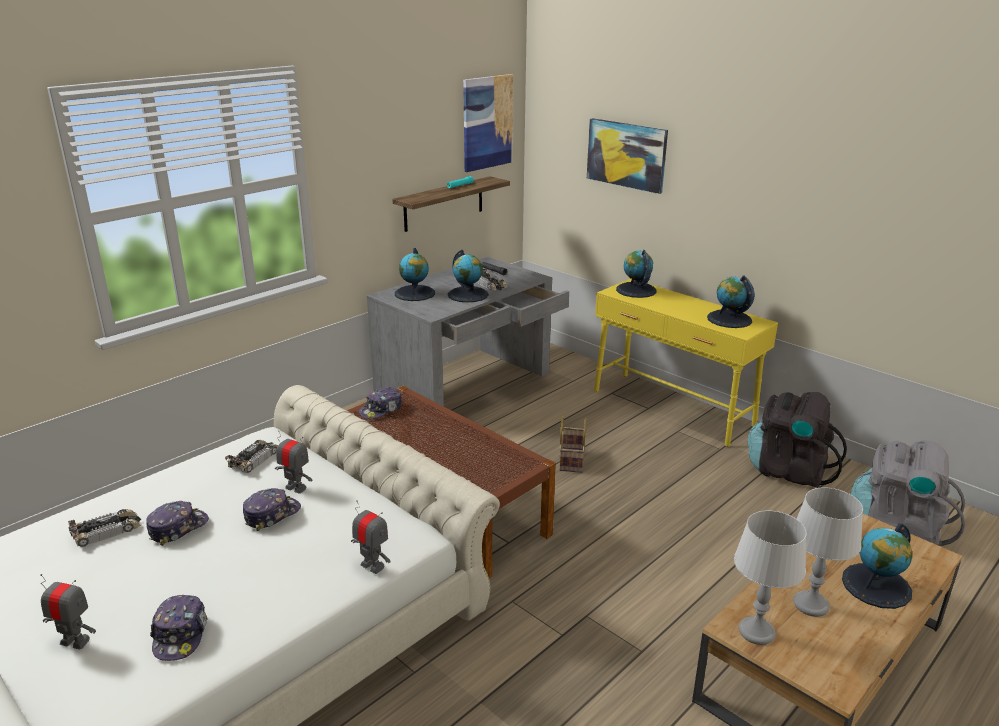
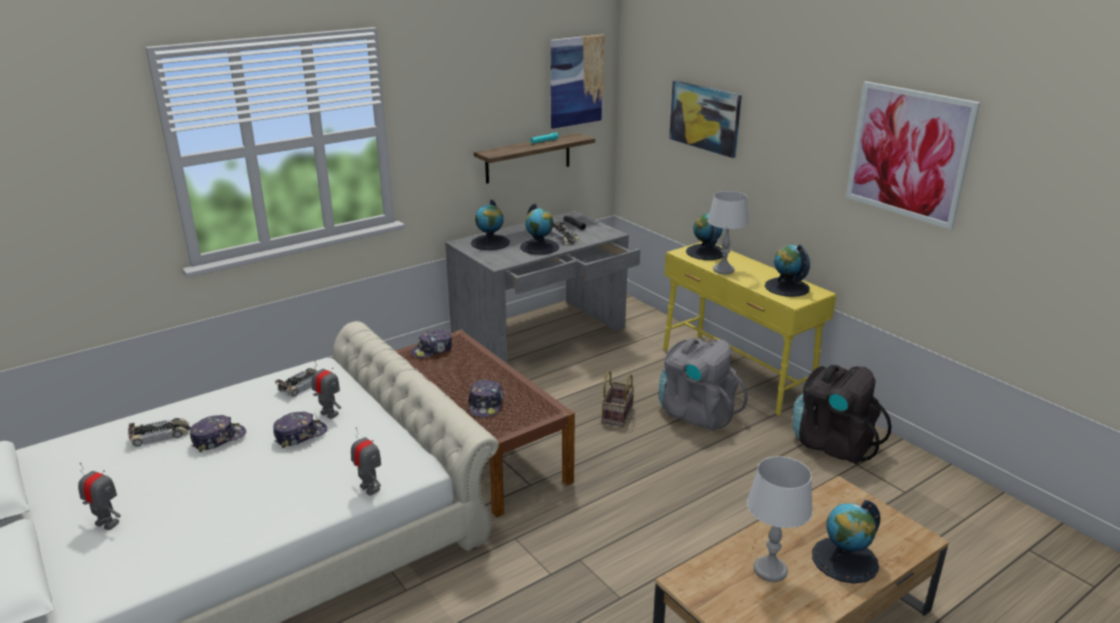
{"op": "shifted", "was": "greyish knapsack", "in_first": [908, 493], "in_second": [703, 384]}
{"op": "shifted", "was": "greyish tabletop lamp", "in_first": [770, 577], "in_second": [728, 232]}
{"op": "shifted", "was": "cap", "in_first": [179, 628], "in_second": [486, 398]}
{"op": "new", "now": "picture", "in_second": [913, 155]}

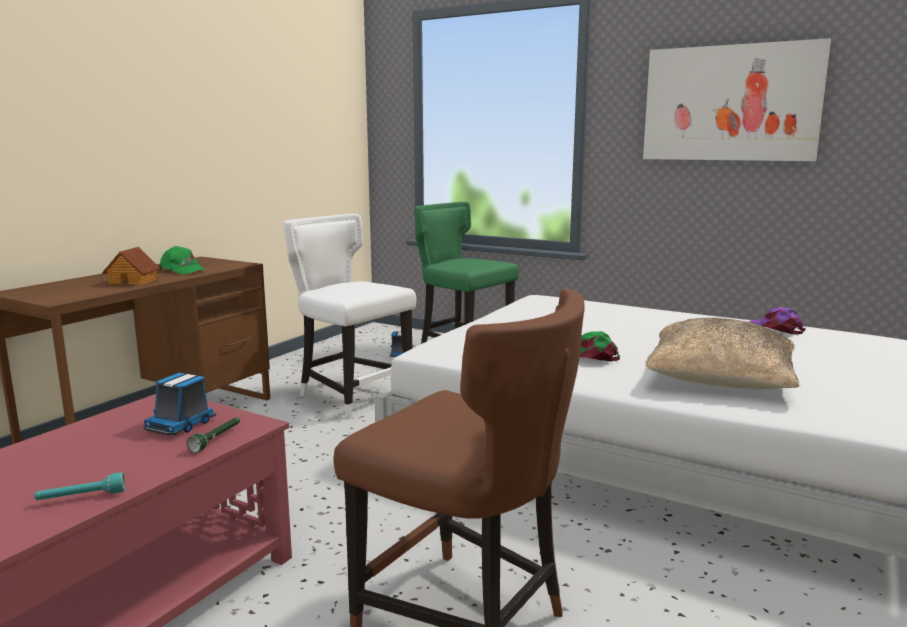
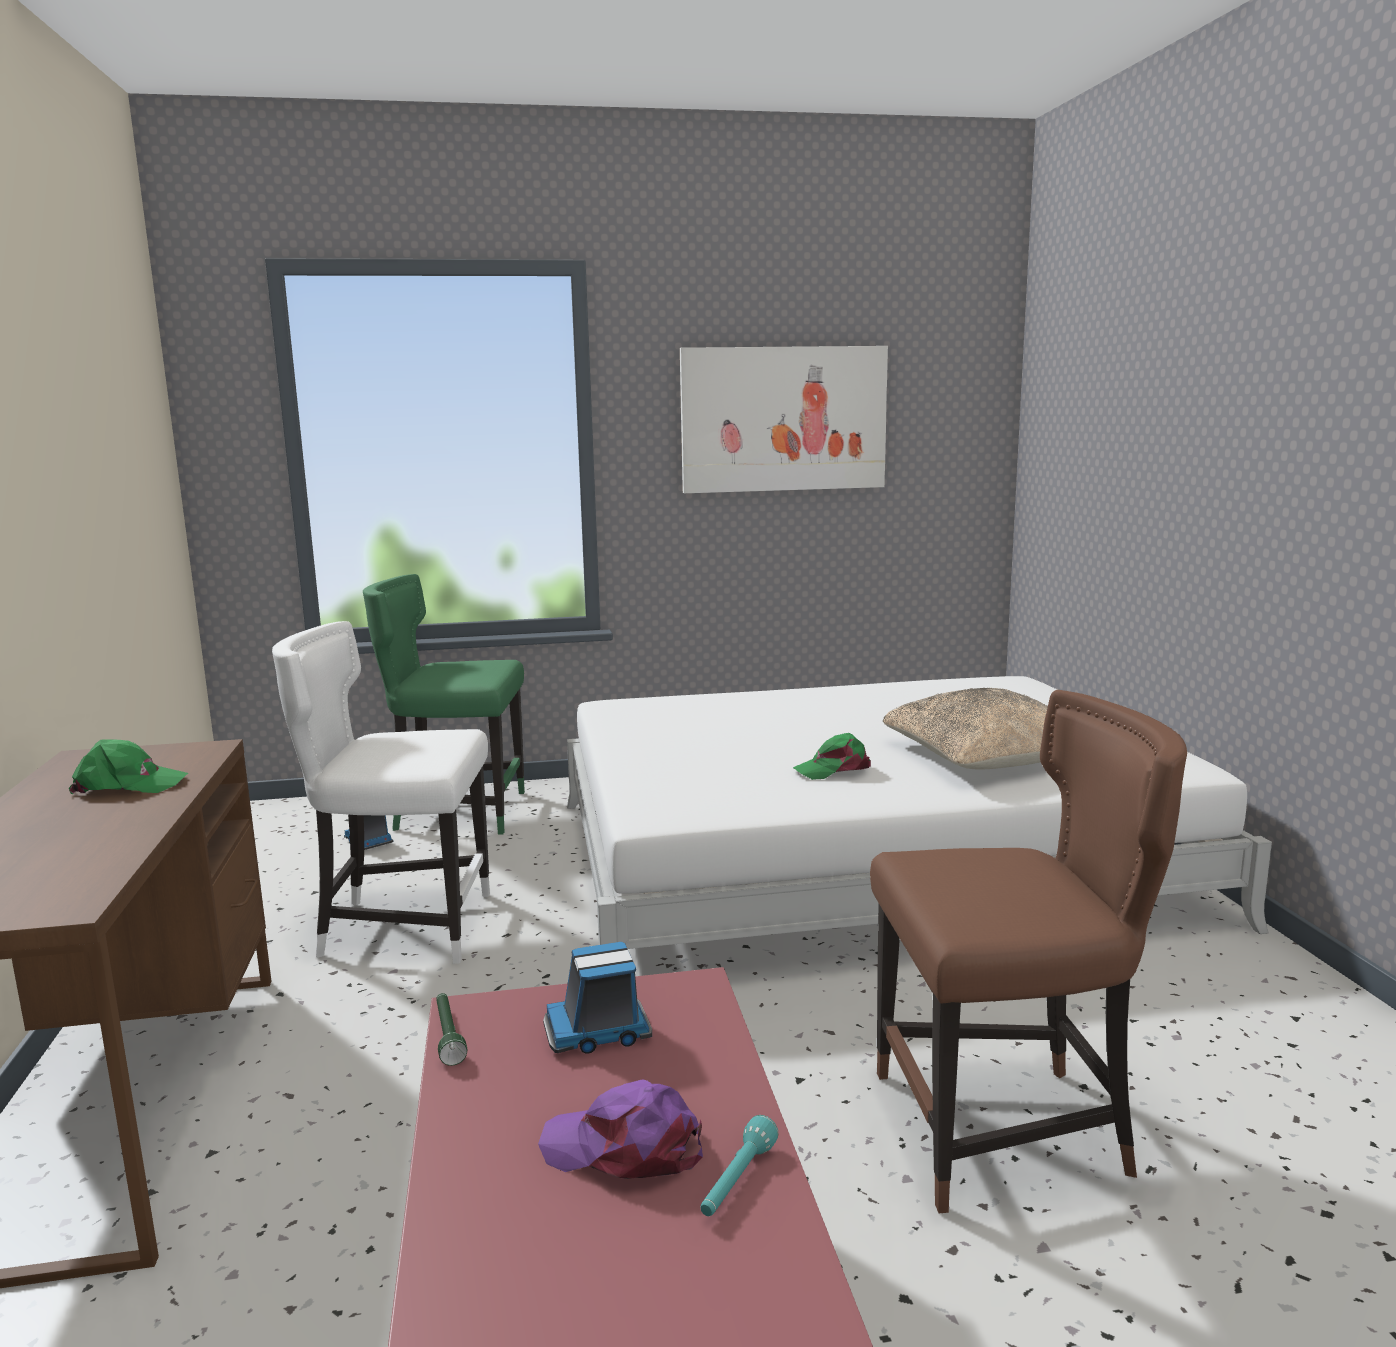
{"op": "gone", "was": "toy house", "in_first": [131, 266]}
{"op": "shifted", "was": "purple cap", "in_first": [777, 321], "in_second": [620, 1129]}
{"op": "rotated", "was": "toy truck", "in_first": [180, 404], "in_second": [597, 998], "clockwise": 90}
{"op": "shifted", "was": "greenish torch", "in_first": [213, 435], "in_second": [451, 1029]}

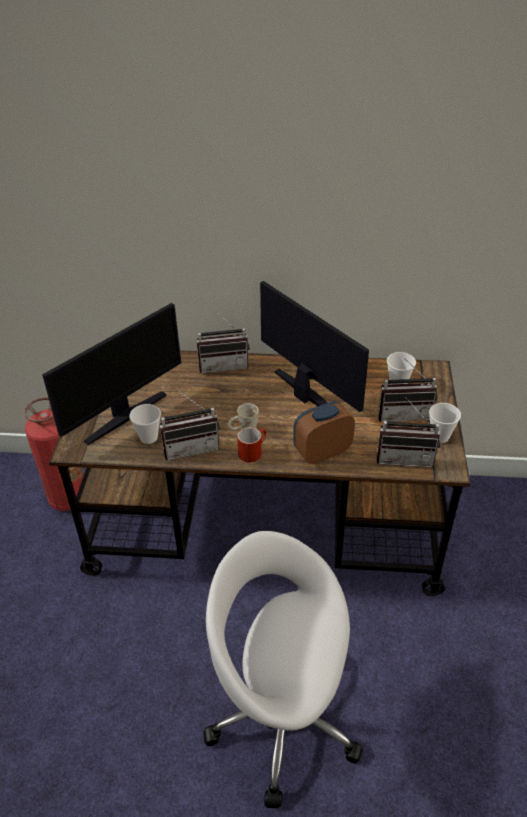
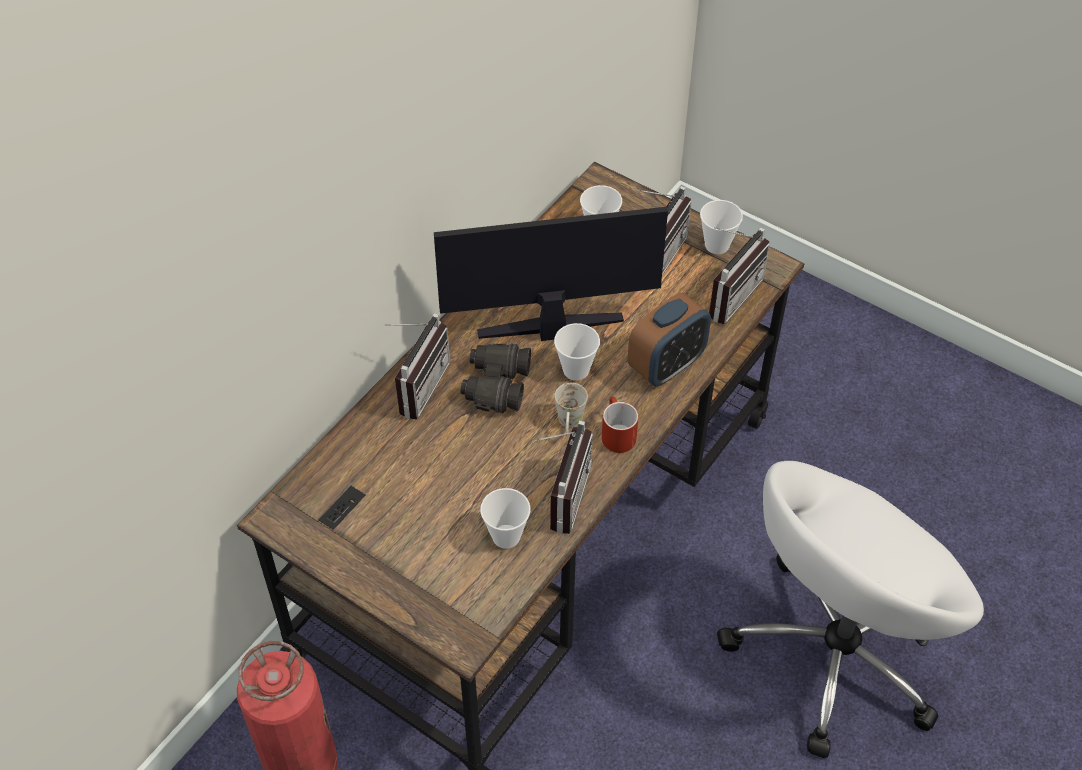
{"op": "gone", "was": "computer screen", "in_first": [111, 374]}
{"op": "rotated", "was": "bedside clock", "in_first": [324, 432], "in_second": [669, 339], "clockwise": -135}
{"op": "new", "now": "cup", "in_second": [577, 352]}
{"op": "new", "now": "blackish field glasses", "in_second": [496, 379]}

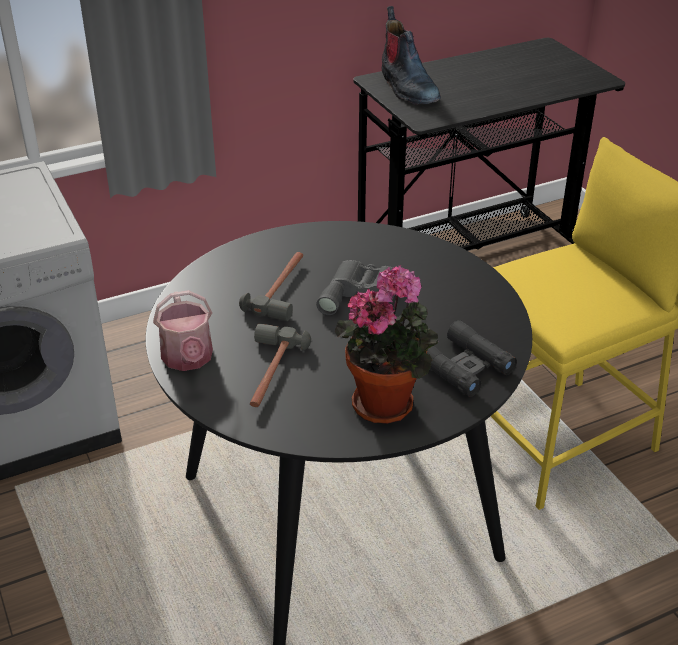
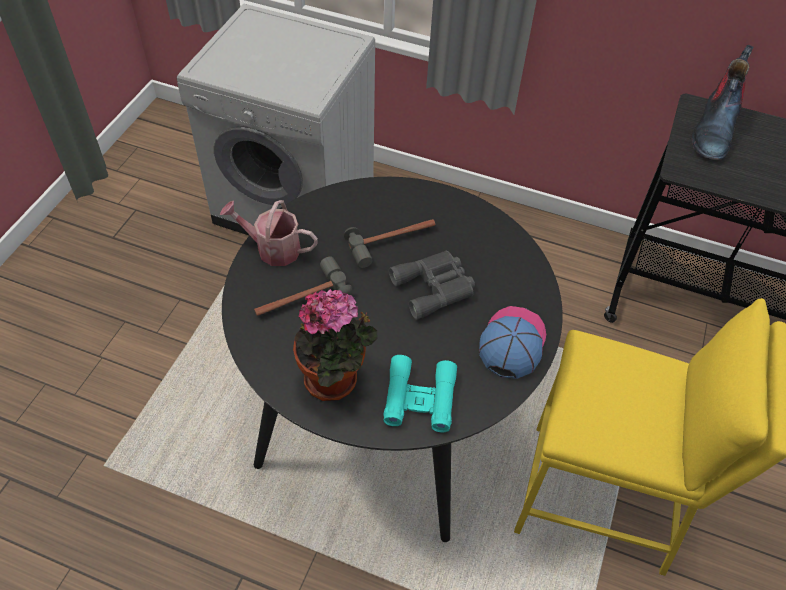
{"op": "rotated", "was": "watering can", "in_first": [183, 330], "in_second": [269, 233], "clockwise": 75}
{"op": "repainted", "was": "blackish field glasses", "now": "turquoise-coloured field glasses", "in_first": [472, 358], "in_second": [420, 393]}
{"op": "new", "now": "cap", "in_second": [512, 342]}

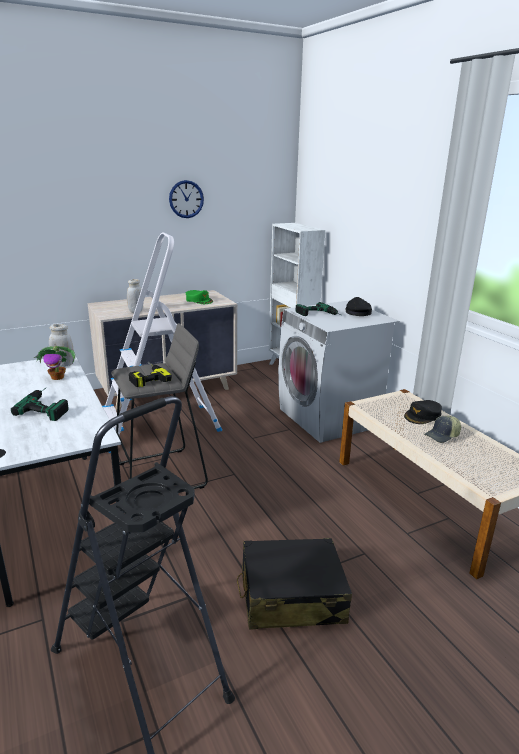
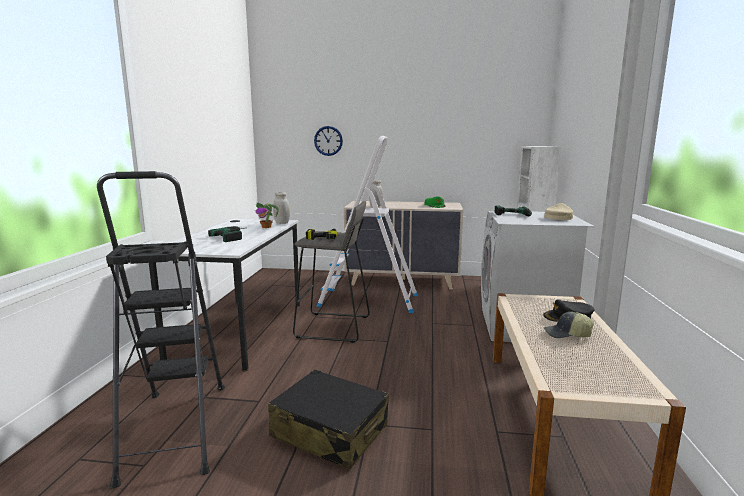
{"op": "shifted", "was": "clock on the wall", "in_first": [186, 199], "in_second": [328, 141]}
{"op": "repainted", "was": "blackish cap", "now": "beige-coloured cap", "in_first": [358, 306], "in_second": [558, 211]}

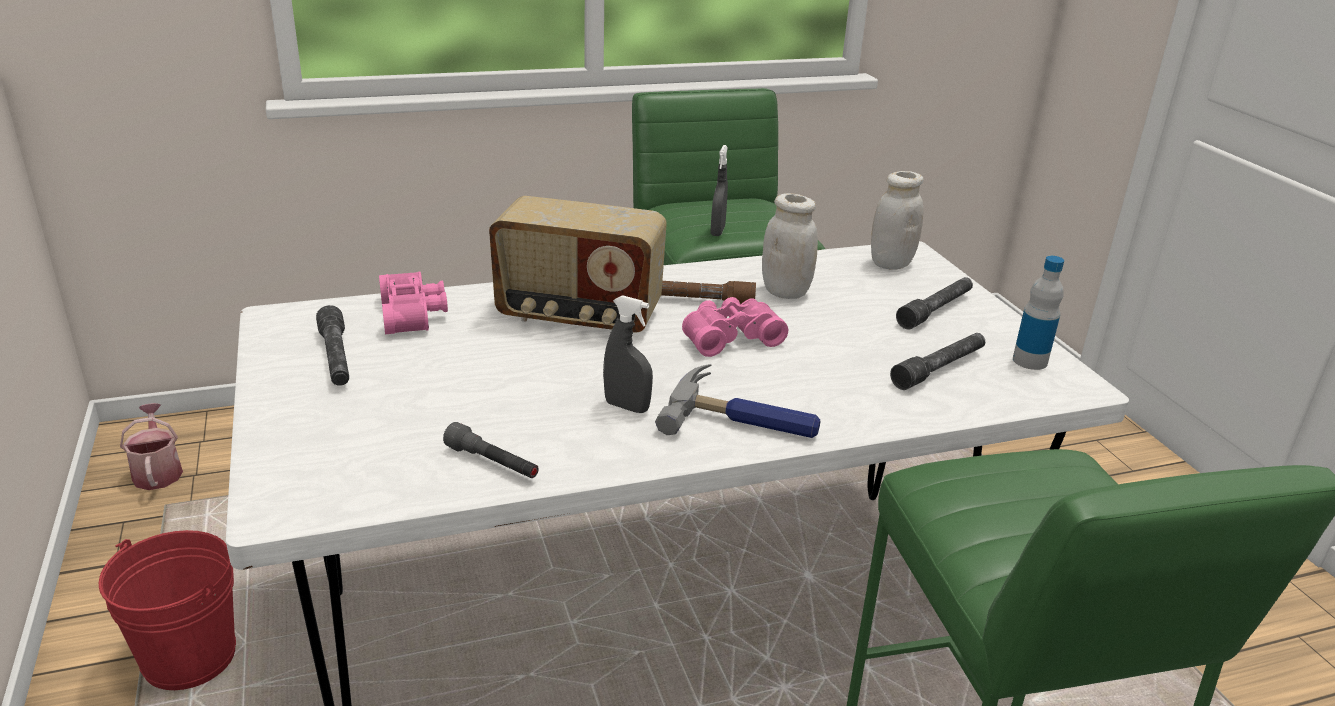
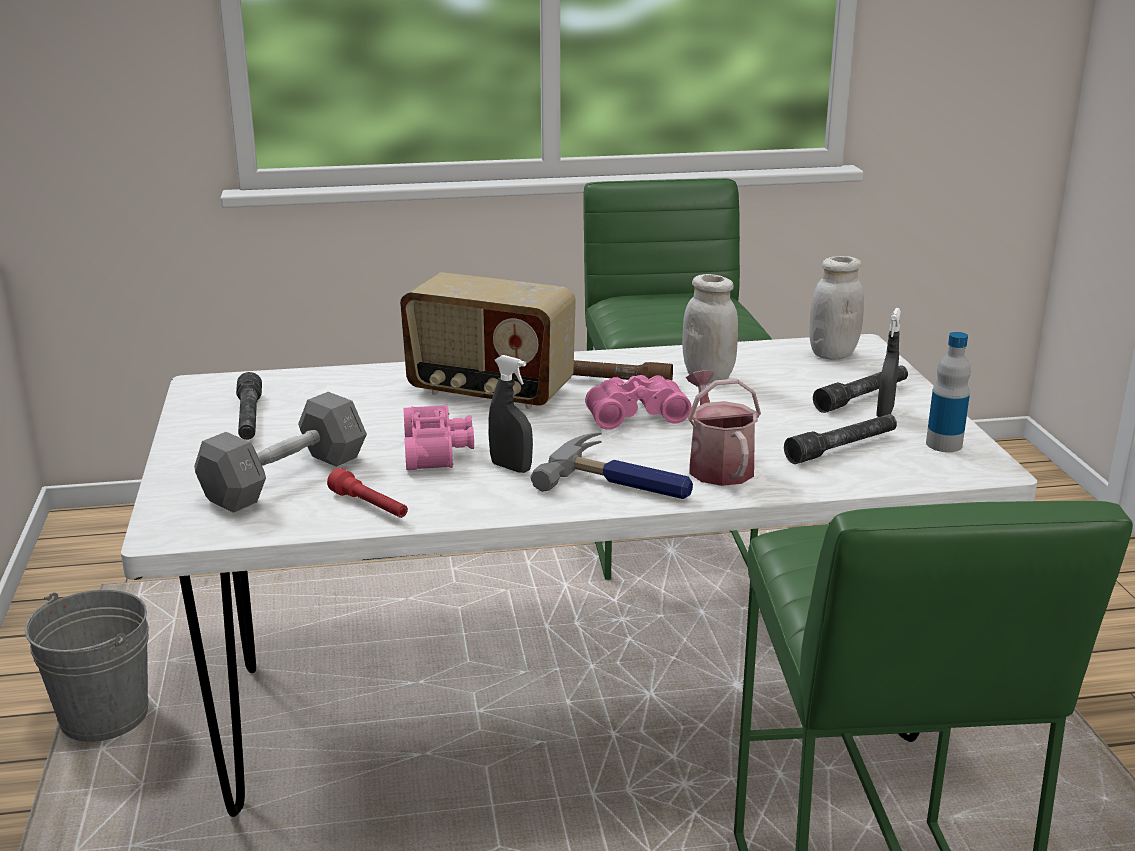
{"op": "shifted", "was": "greyish spray bottle", "in_first": [719, 190], "in_second": [888, 362]}
{"op": "shifted", "was": "pinkish field glasses", "in_first": [413, 303], "in_second": [438, 437]}
{"op": "shifted", "was": "watering can", "in_first": [151, 446], "in_second": [723, 428]}
{"op": "repainted", "was": "greyish torch", "now": "red torch", "in_first": [491, 450], "in_second": [367, 493]}
{"op": "repainted", "was": "red pail", "now": "greyish pail", "in_first": [167, 610], "in_second": [87, 666]}
{"op": "new", "now": "greyish dumbbell", "in_second": [280, 452]}

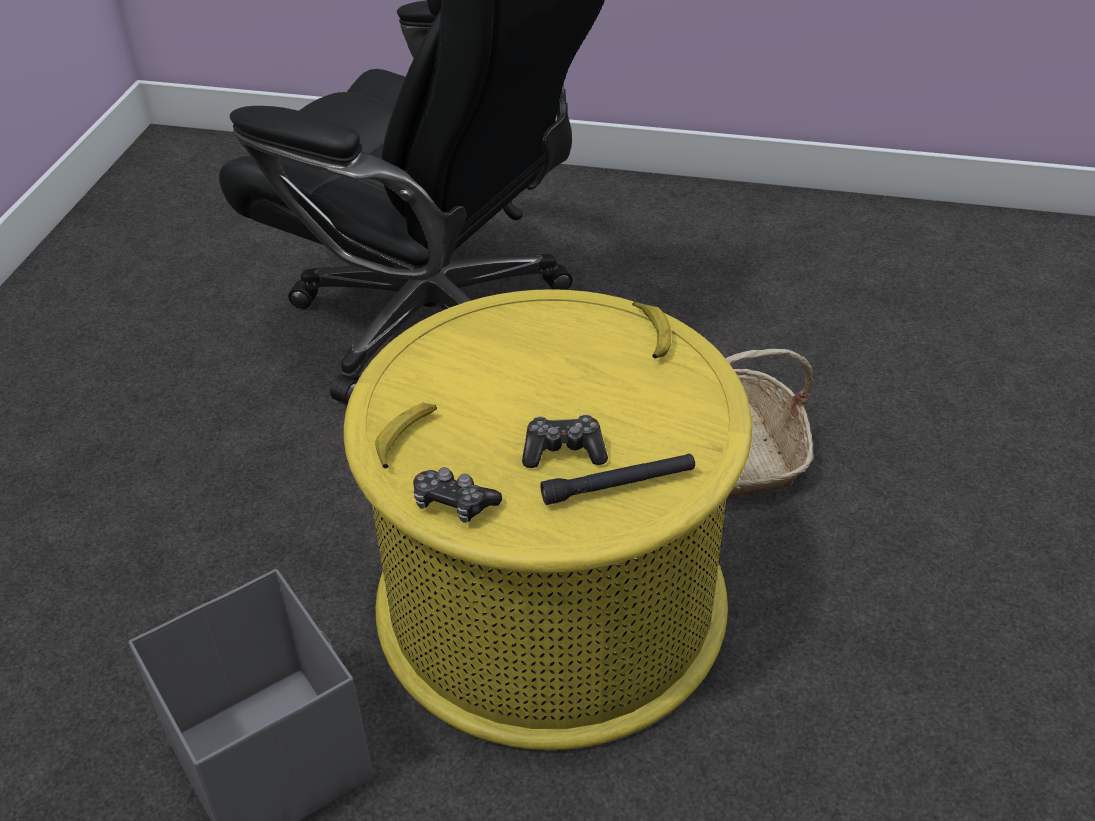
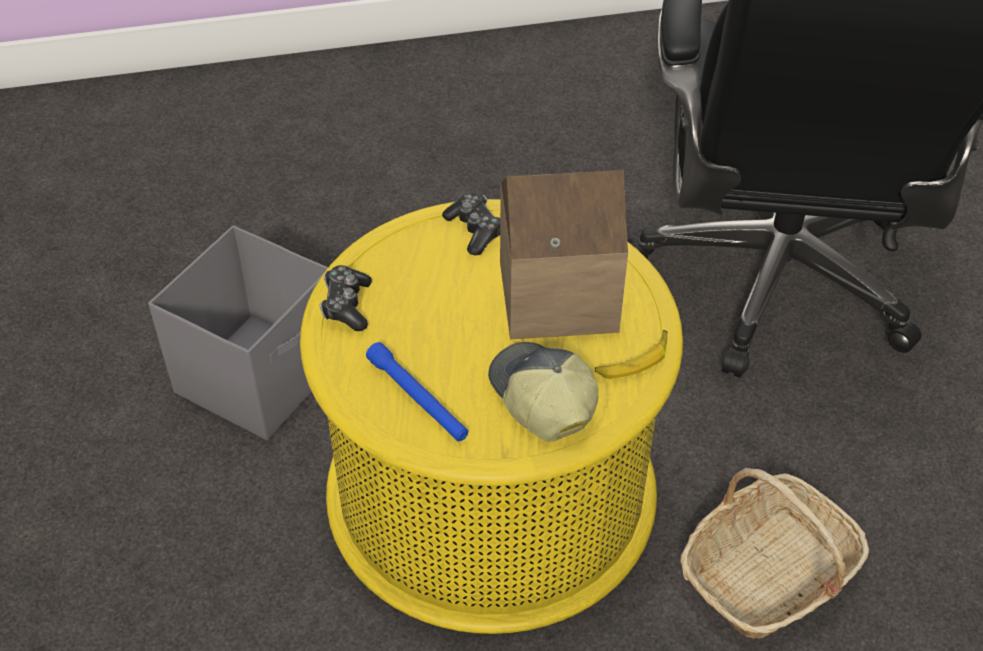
{"op": "gone", "was": "whole banana", "in_first": [406, 435]}
{"op": "shifted", "was": "gamepad", "in_first": [565, 441], "in_second": [471, 223]}
{"op": "repainted", "was": "blackish torch", "now": "blue torch", "in_first": [617, 479], "in_second": [417, 391]}
{"op": "new", "now": "toy house", "in_second": [564, 255]}
{"op": "new", "now": "cap", "in_second": [543, 391]}

